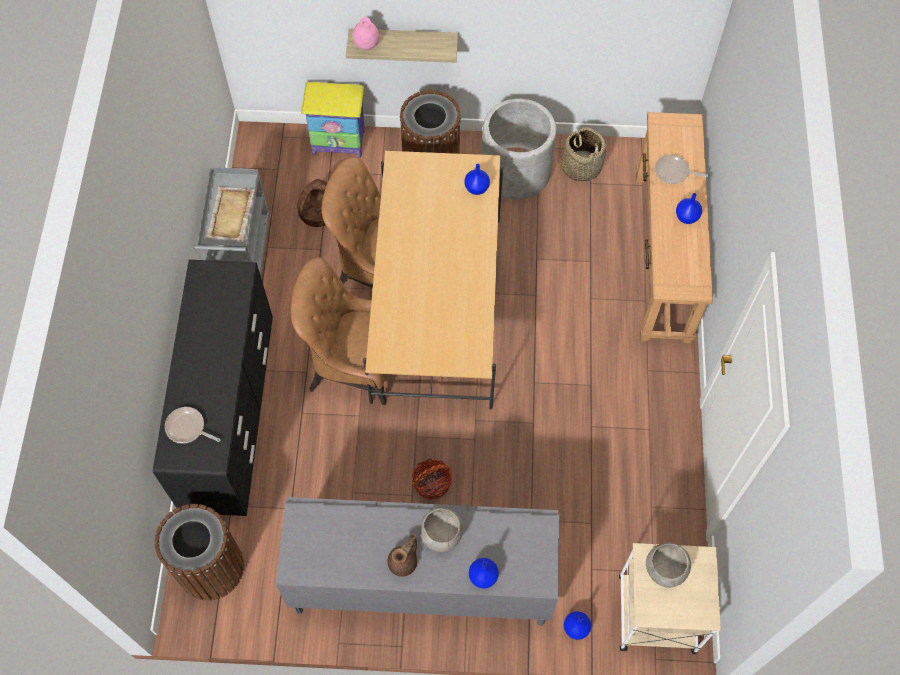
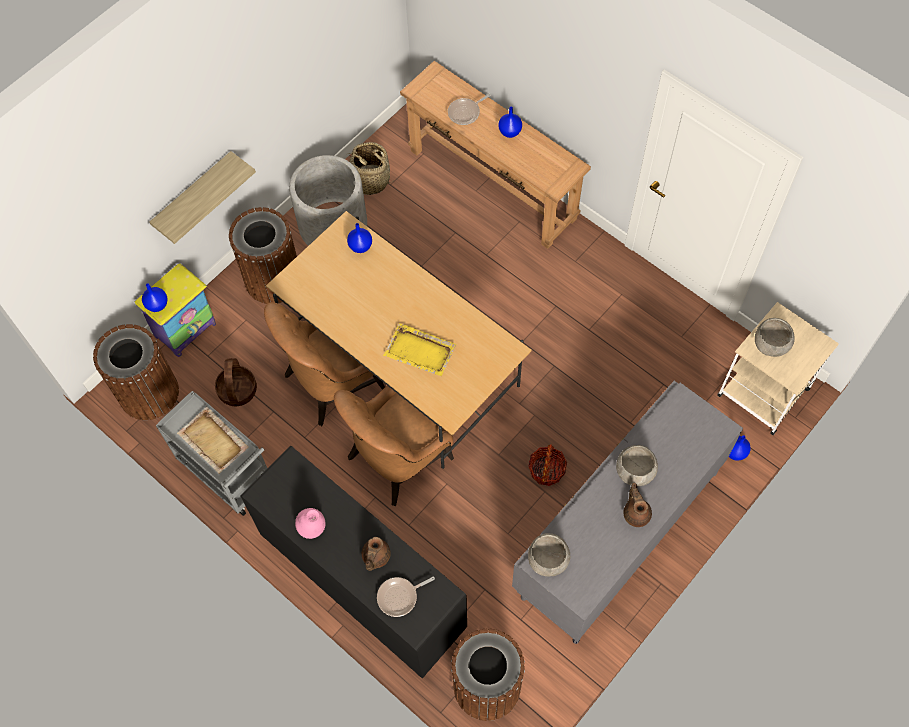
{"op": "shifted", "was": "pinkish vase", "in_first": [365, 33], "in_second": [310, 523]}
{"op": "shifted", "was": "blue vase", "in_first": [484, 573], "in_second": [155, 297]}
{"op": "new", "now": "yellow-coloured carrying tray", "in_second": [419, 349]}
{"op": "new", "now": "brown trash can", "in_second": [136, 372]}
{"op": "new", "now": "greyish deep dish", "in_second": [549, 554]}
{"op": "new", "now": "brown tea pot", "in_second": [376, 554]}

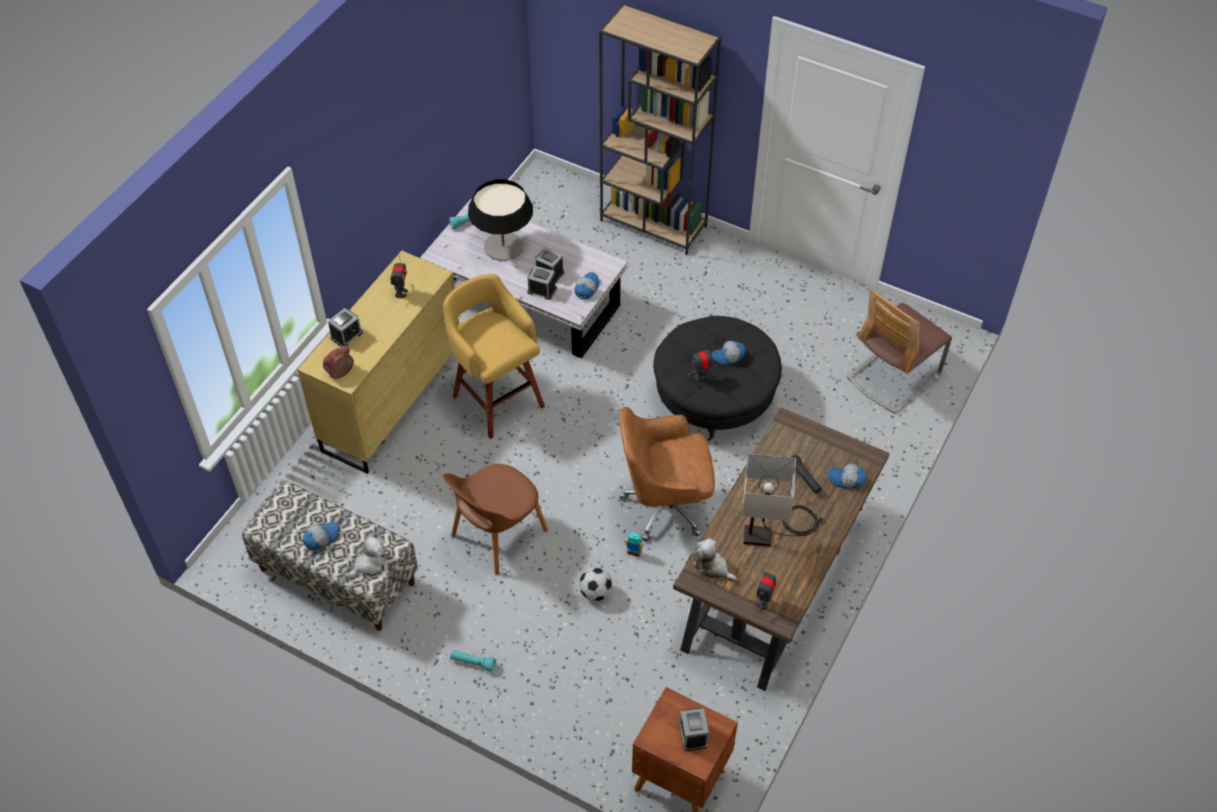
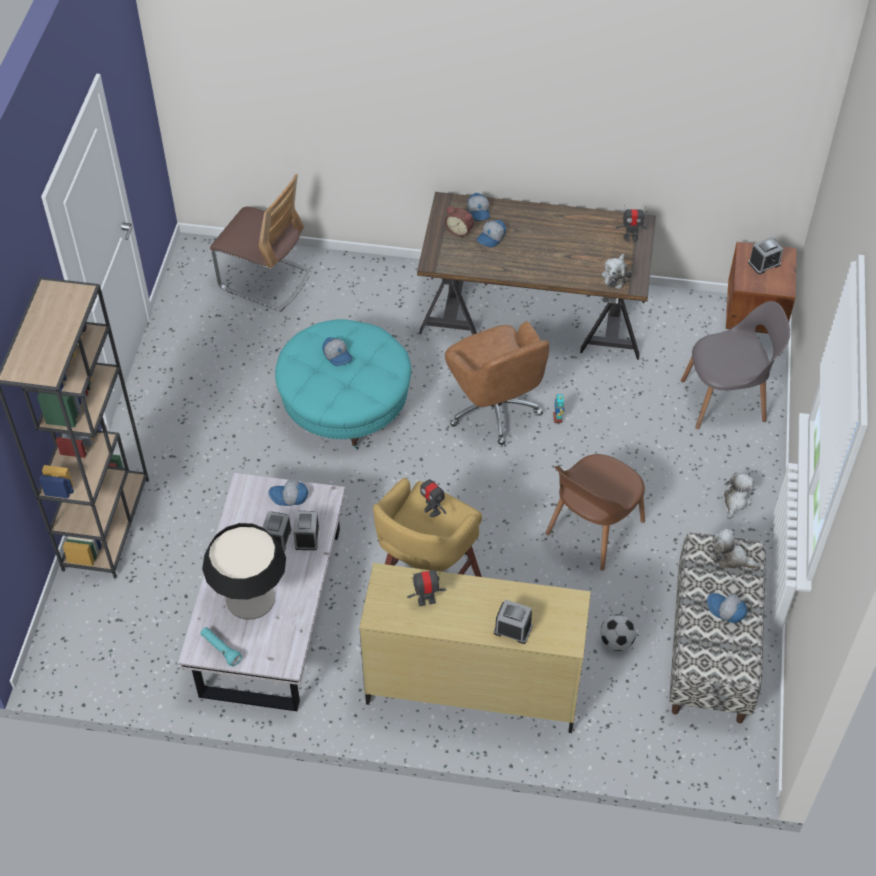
{"op": "repainted", "was": "blackish footrest", "now": "turquoise-coloured footrest", "in_first": [717, 378], "in_second": [343, 384]}
{"op": "shifted", "was": "bedside clock", "in_first": [338, 362], "in_second": [459, 221]}
{"op": "shifted", "was": "toy robot", "in_first": [702, 364], "in_second": [433, 495]}
{"op": "gone", "was": "tabletop lamp", "in_first": [782, 500]}
{"op": "swapped", "was": "blackish torch", "now": "cap", "in_first": [806, 474], "in_second": [491, 234]}
{"op": "rotated", "was": "brown upright chair", "in_first": [495, 519], "in_second": [595, 512], "clockwise": 105}
{"op": "shifted", "was": "football ball", "in_first": [596, 584], "in_second": [618, 632]}
{"op": "swapped", "was": "turquoise-coloured torch", "now": "cuddly toy", "in_first": [473, 661], "in_second": [739, 495]}
{"op": "new", "now": "greyish upright chair", "in_second": [735, 365]}

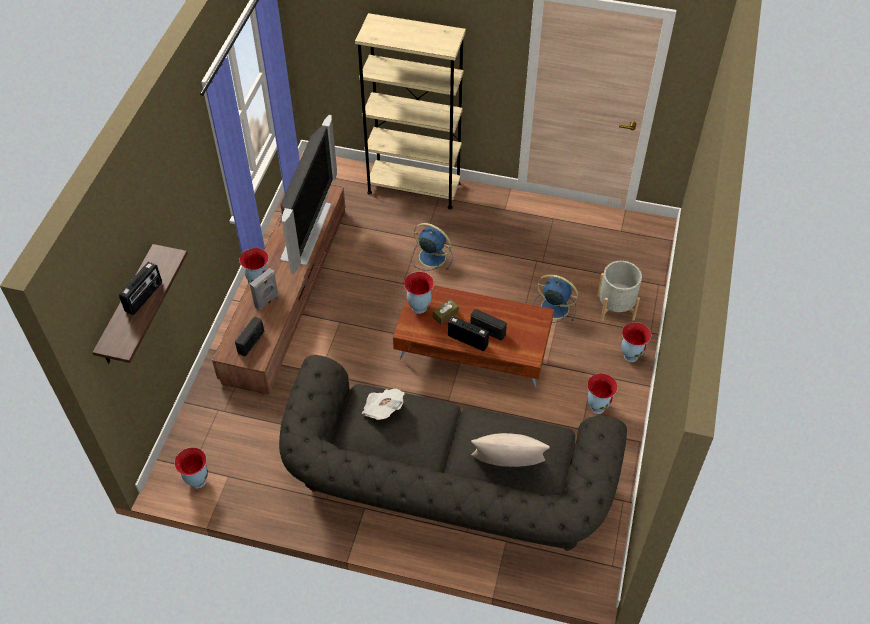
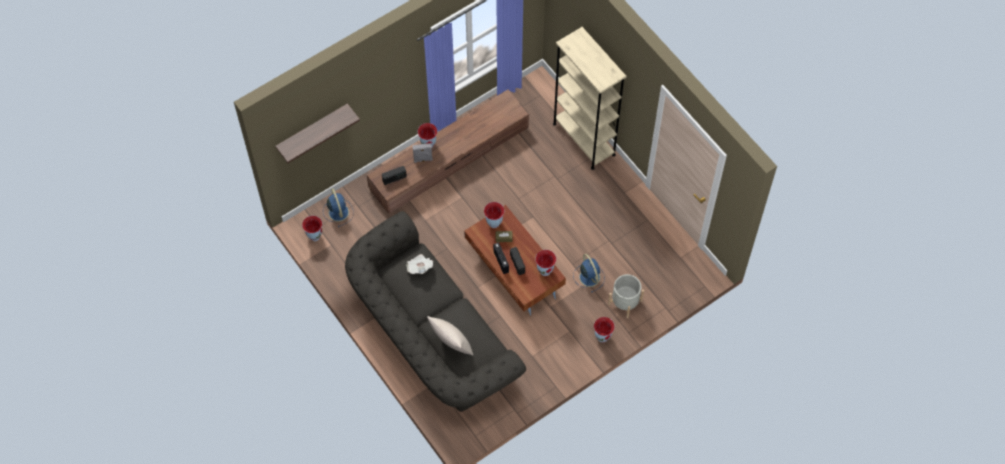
{"op": "gone", "was": "television", "in_first": [308, 194]}
{"op": "shifted", "was": "blue fan", "in_first": [432, 247], "in_second": [338, 207]}
{"op": "gone", "was": "radio", "in_first": [140, 288]}
{"op": "shifted", "was": "vase", "in_first": [602, 393], "in_second": [545, 263]}

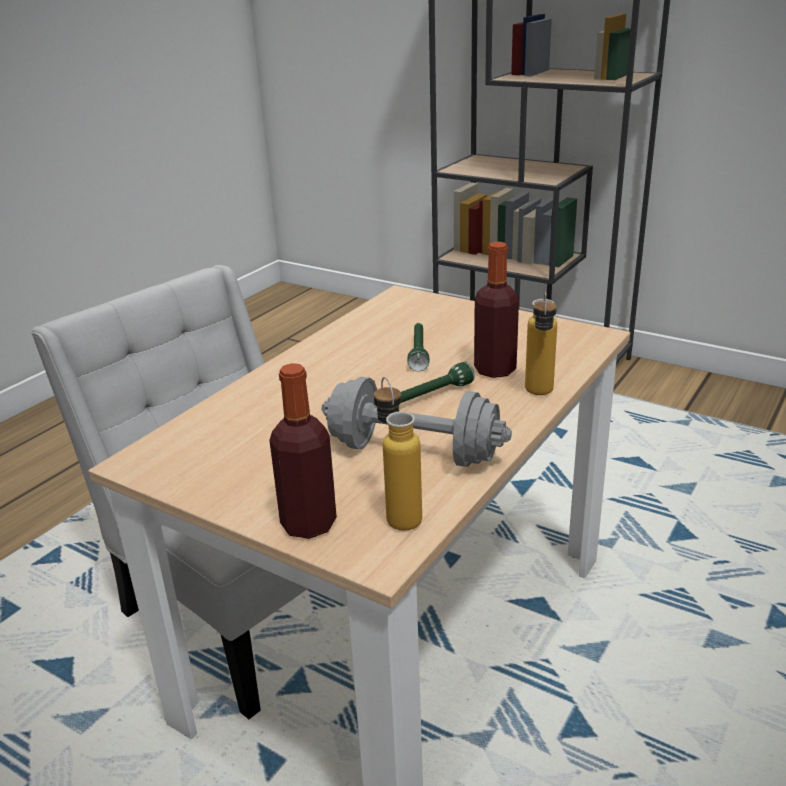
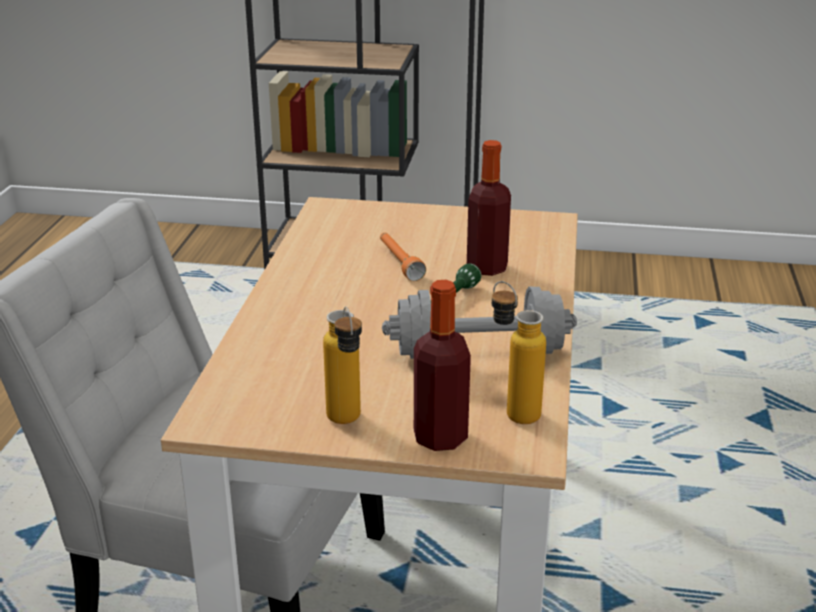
{"op": "shifted", "was": "drink bottle", "in_first": [541, 343], "in_second": [342, 365]}
{"op": "repainted", "was": "greenish torch", "now": "orange-coloured torch", "in_first": [418, 347], "in_second": [403, 256]}

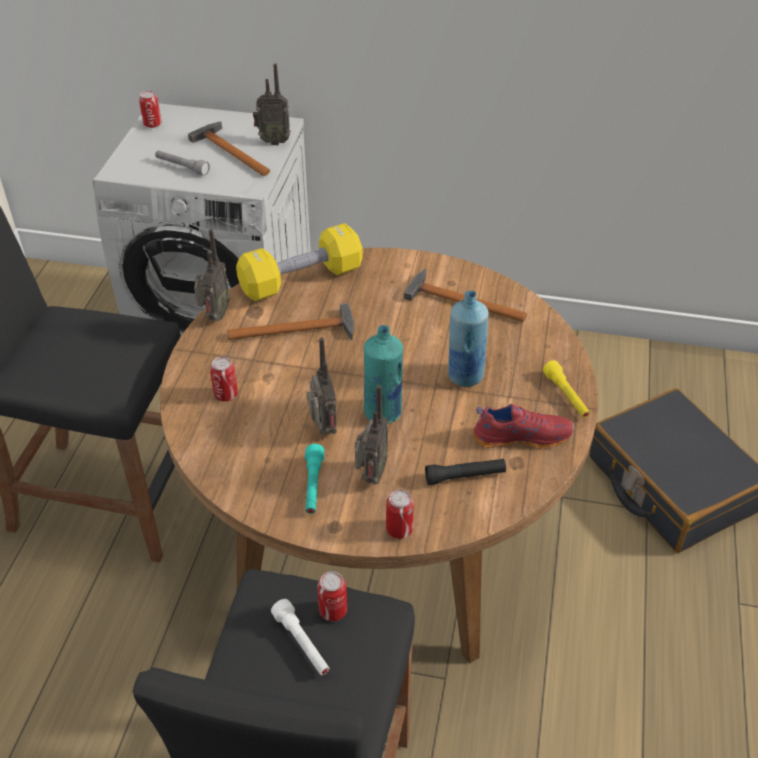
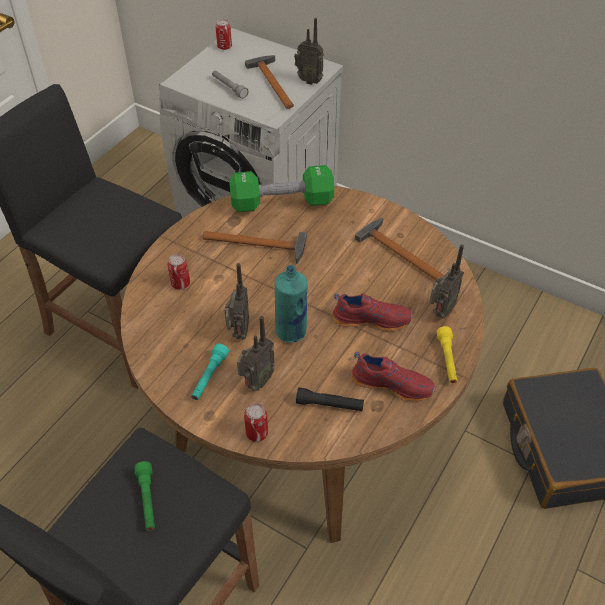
{"op": "repainted", "was": "yellow-coloured dumbbell", "now": "greenish dumbbell", "in_first": [299, 262], "in_second": [281, 188]}
{"op": "shifted", "was": "radio", "in_first": [211, 275], "in_second": [446, 282]}
{"op": "swapped", "was": "blue drink bottle", "now": "red item of footwear", "in_first": [468, 338], "in_second": [372, 312]}
{"op": "gone", "was": "metal can", "in_first": [332, 596]}
{"op": "repainted", "was": "white-coloured torch", "now": "greenish torch", "in_first": [300, 637], "in_second": [145, 496]}

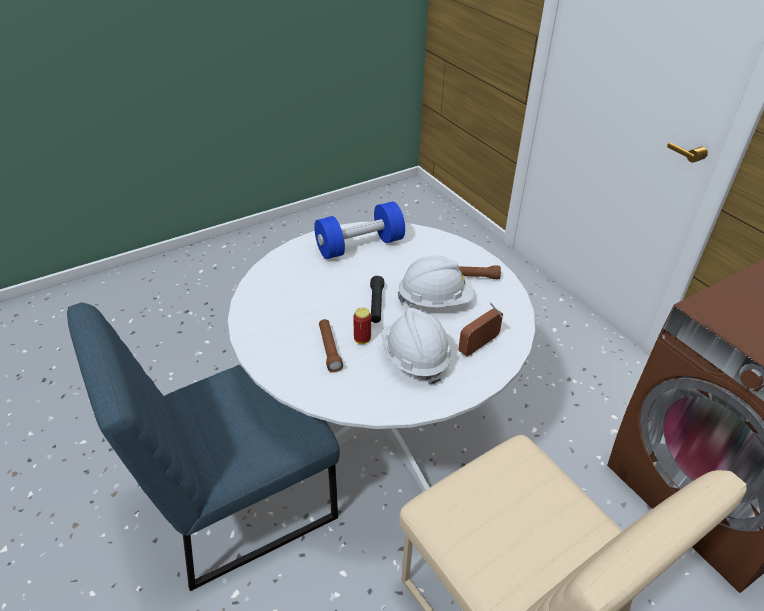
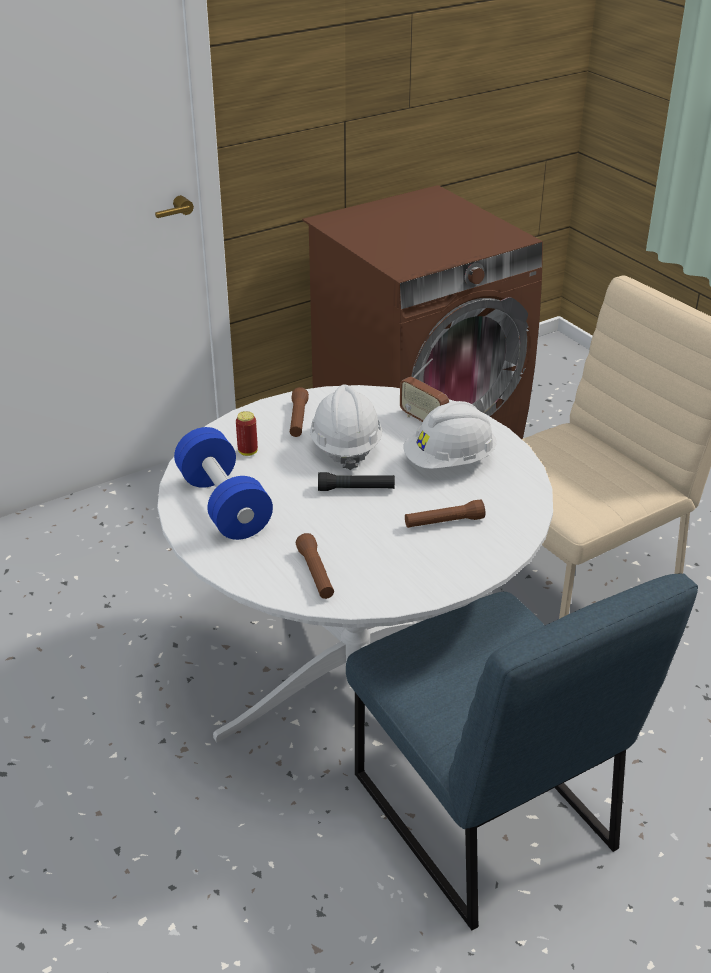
{"op": "shifted", "was": "metal can", "in_first": [362, 326], "in_second": [247, 433]}
{"op": "new", "now": "brown torch", "in_second": [315, 566]}

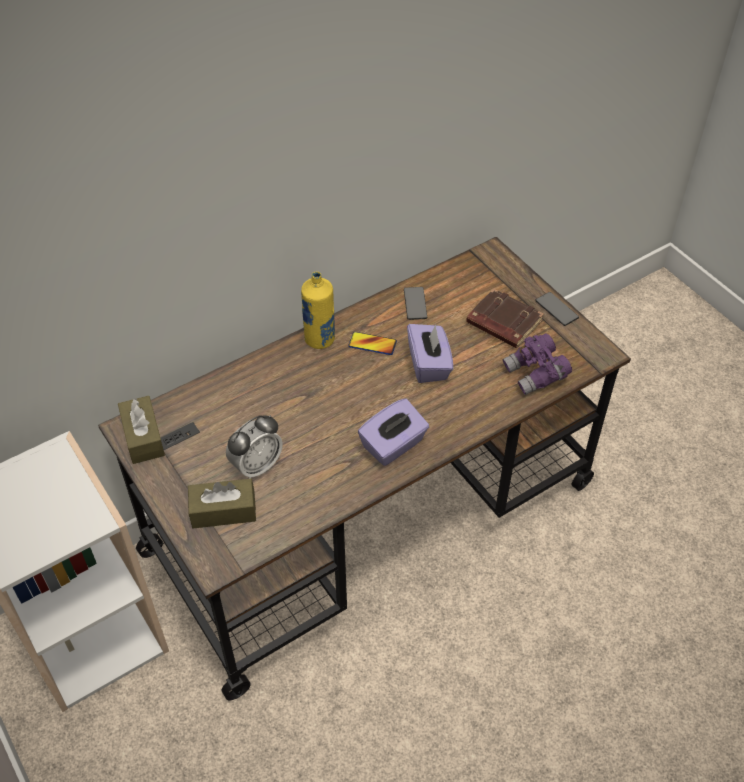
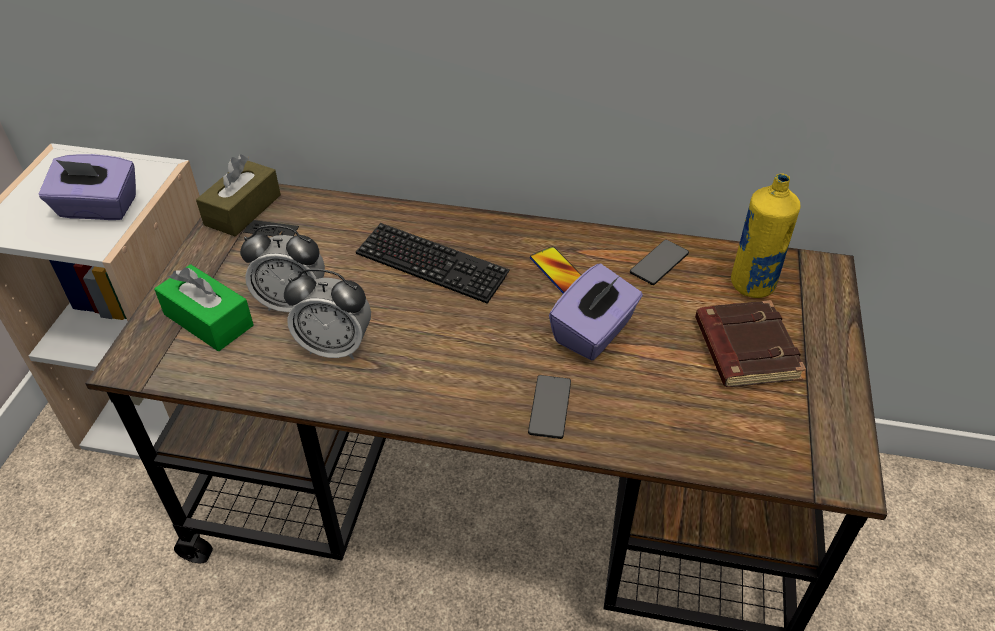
{"op": "shifted", "was": "yellow-coloured drink bottle", "in_first": [318, 310], "in_second": [766, 235]}
{"op": "shifted", "was": "handset", "in_first": [557, 309], "in_second": [549, 407]}
{"op": "gone", "was": "purple field glasses", "in_first": [537, 364]}
{"op": "shifted", "was": "purple box of tissues", "in_first": [393, 432], "in_second": [87, 187]}
{"op": "repainted", "was": "brown box of tissues", "now": "greenish box of tissues", "in_first": [222, 503], "in_second": [204, 307]}
{"op": "new", "now": "computer keyboard", "in_second": [433, 263]}
{"op": "new", "now": "bedside clock", "in_second": [327, 314]}

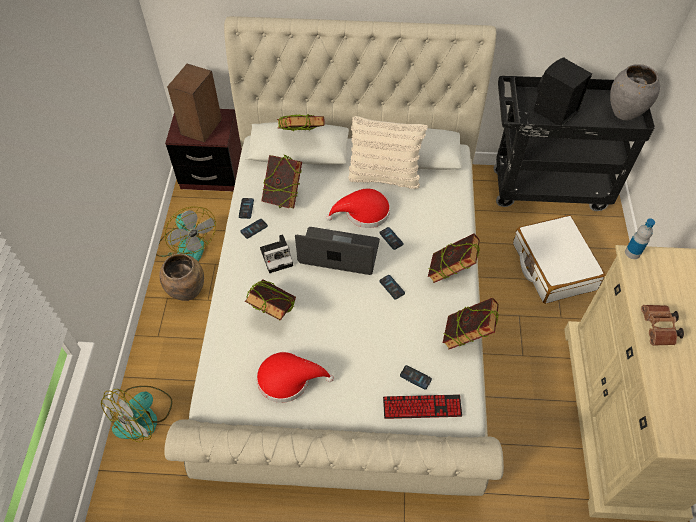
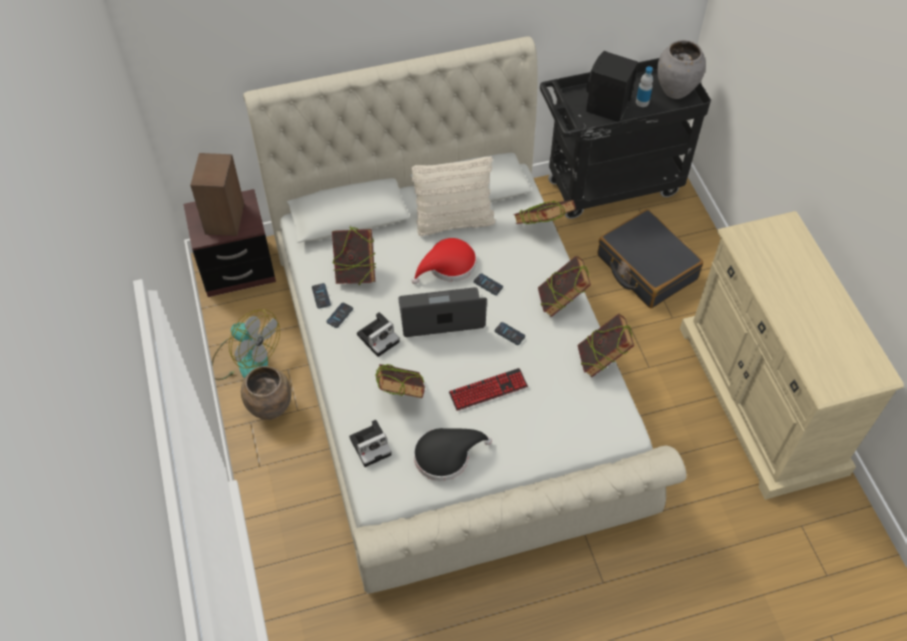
{"op": "shifted", "was": "volume", "in_first": [301, 122], "in_second": [544, 212]}
{"op": "repainted", "was": "white-coloured suitcase", "now": "blackish suitcase", "in_first": [559, 259], "in_second": [650, 258]}
{"op": "shifted", "was": "drink bottle", "in_first": [640, 239], "in_second": [644, 86]}
{"op": "gone", "was": "brown field glasses", "in_first": [662, 325]}
{"op": "repainted", "was": "red clothing hat", "now": "blackish clothing hat", "in_first": [295, 377], "in_second": [453, 454]}
{"op": "gone", "was": "handset", "in_first": [416, 377]}
{"op": "gone", "was": "fan", "in_first": [137, 414]}
{"op": "shifted", "was": "computer keyboard", "in_first": [422, 406], "in_second": [488, 389]}
{"op": "new", "now": "photo camera", "in_second": [370, 443]}

